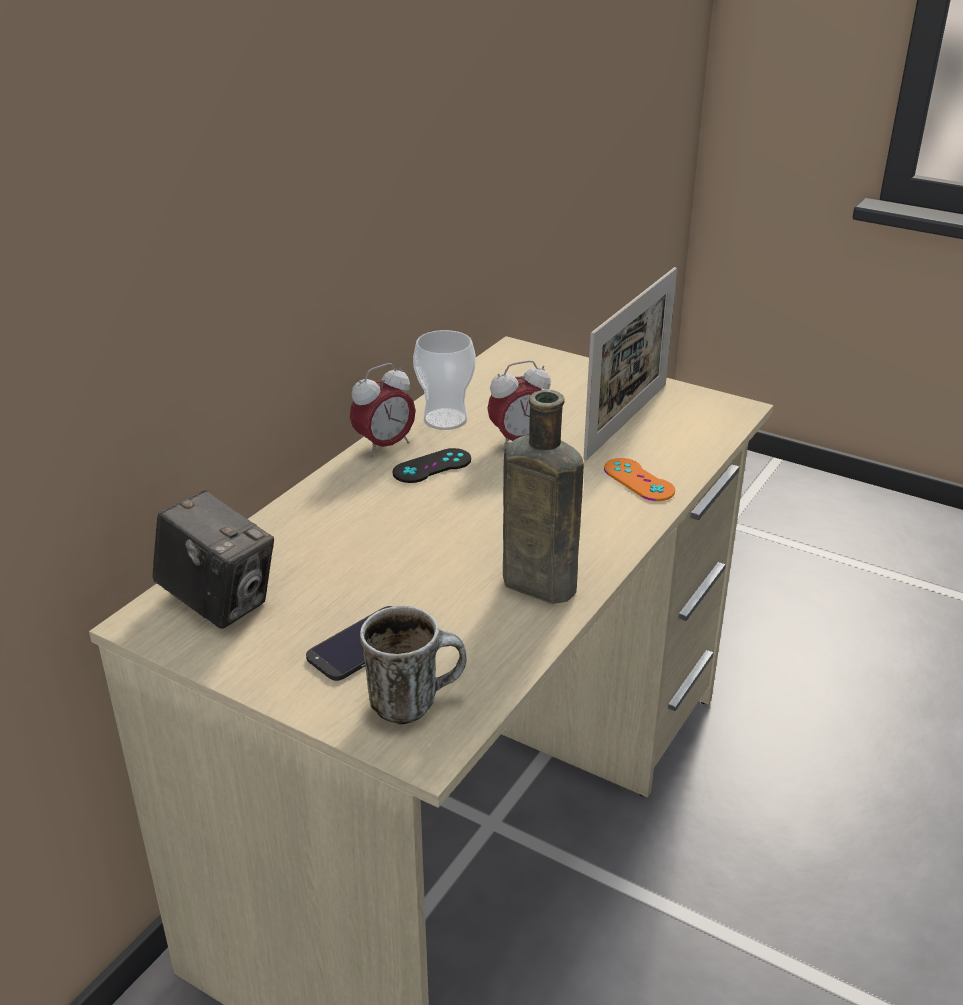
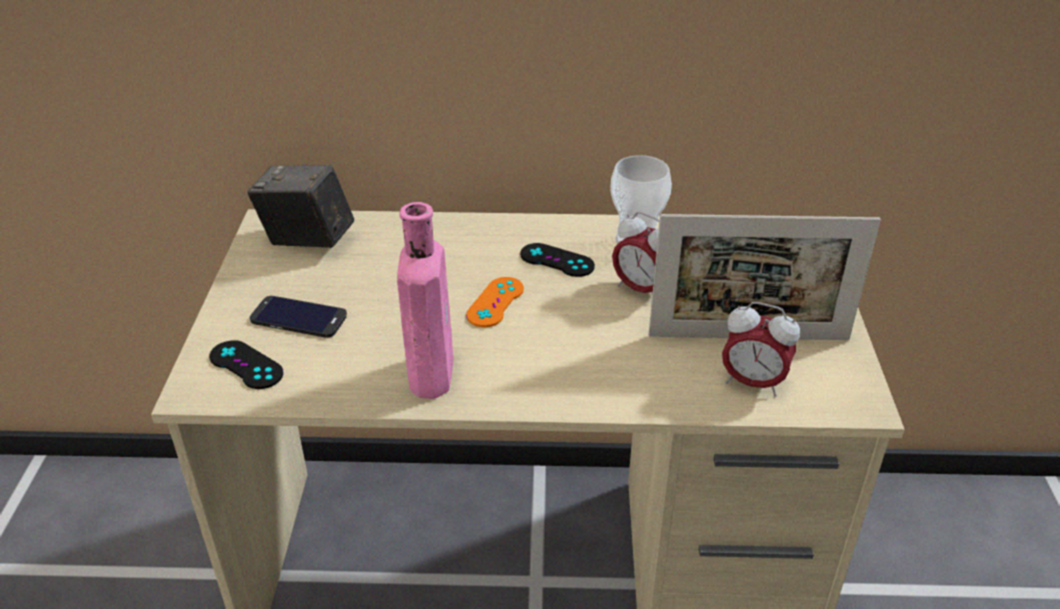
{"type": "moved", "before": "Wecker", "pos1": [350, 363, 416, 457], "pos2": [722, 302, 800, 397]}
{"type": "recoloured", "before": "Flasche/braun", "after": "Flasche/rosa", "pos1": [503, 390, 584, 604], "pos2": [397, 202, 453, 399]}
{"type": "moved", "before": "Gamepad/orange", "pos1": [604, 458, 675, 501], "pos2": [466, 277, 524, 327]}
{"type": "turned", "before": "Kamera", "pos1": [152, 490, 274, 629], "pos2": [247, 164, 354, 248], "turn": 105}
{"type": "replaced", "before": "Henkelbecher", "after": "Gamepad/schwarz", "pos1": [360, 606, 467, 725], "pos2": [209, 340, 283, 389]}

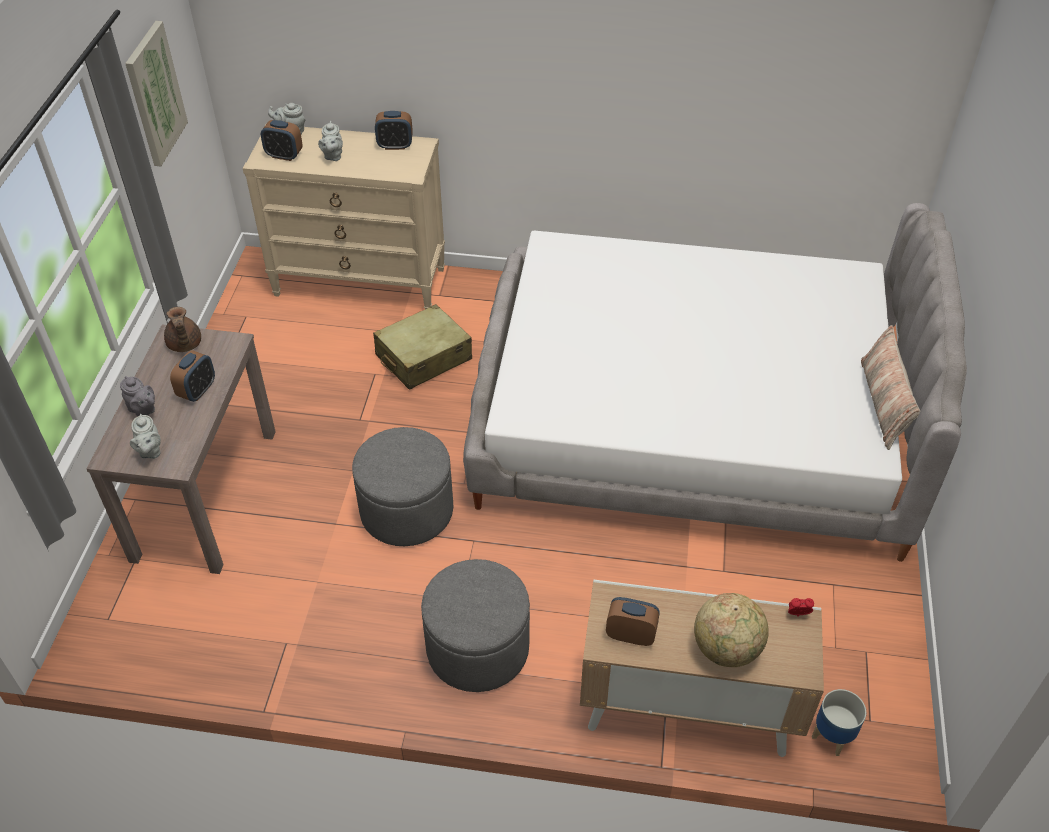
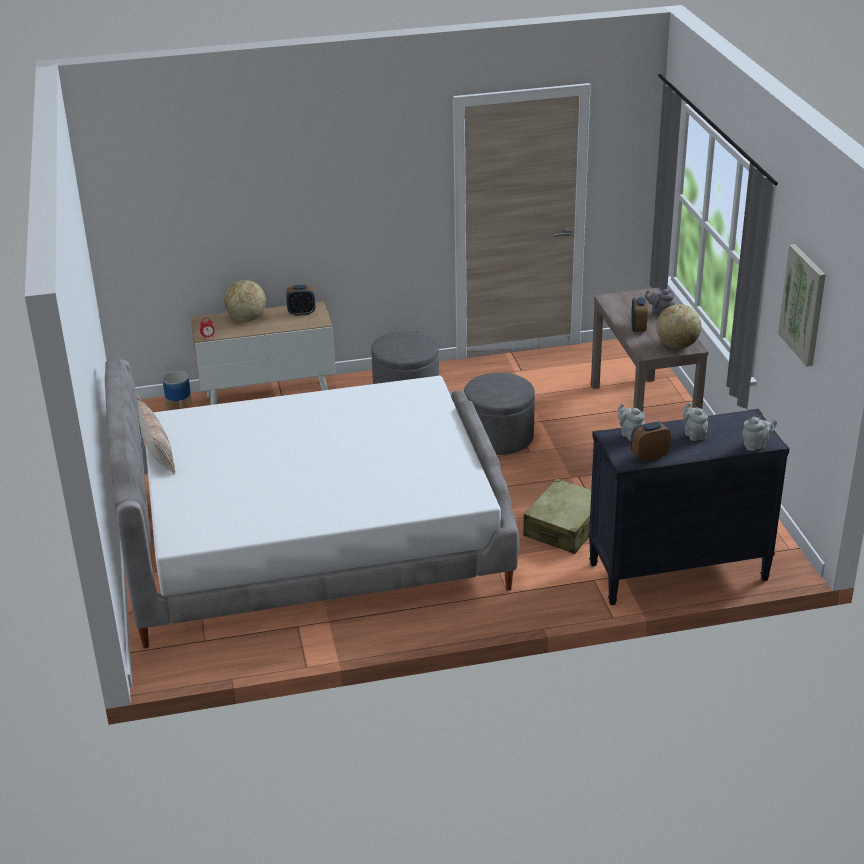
{"type": "removed", "before": "Wecker", "pos1": [261, 120, 303, 161]}
{"type": "recoloured", "before": "Kommode/beige", "after": "Kommode/schwarz", "pos1": [242, 124, 445, 309], "pos2": [588, 409, 790, 605]}
{"type": "replaced", "before": "Teekanne/braun", "after": "Globus", "pos1": [164, 307, 201, 352], "pos2": [656, 304, 701, 349]}
{"type": "moved", "before": "Teekanne/grau", "pos1": [130, 414, 161, 459], "pos2": [618, 403, 645, 441]}

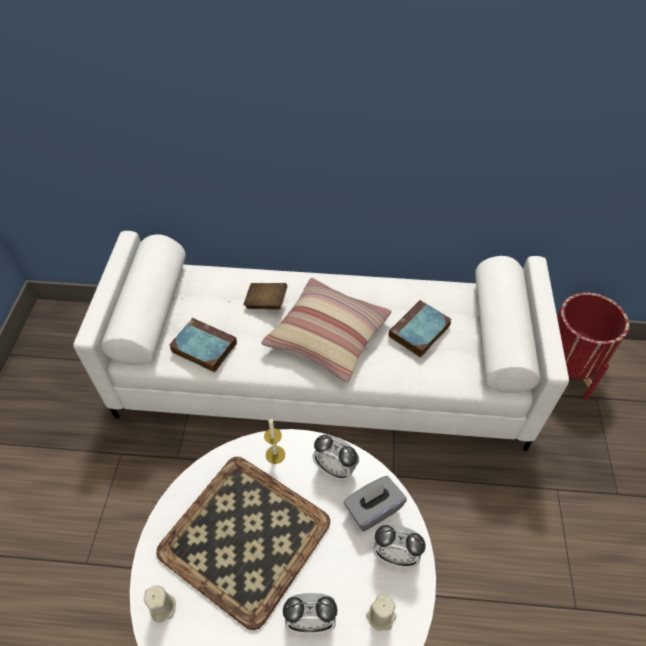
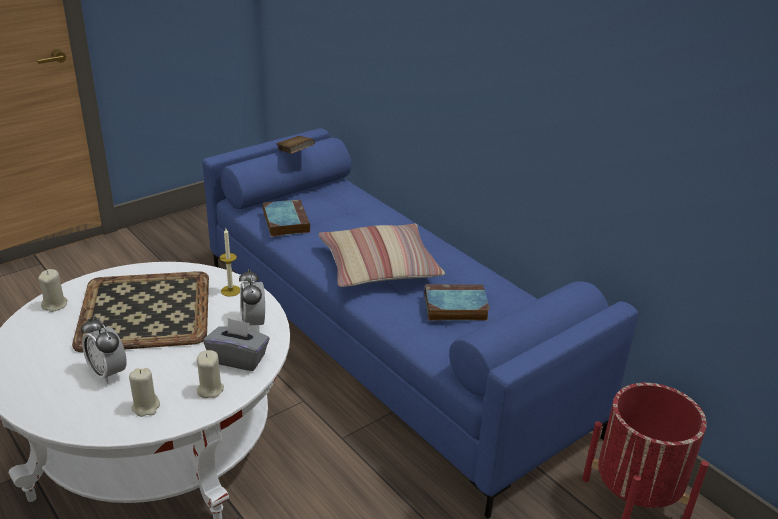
{"type": "recoloured", "before": "Sofa/weiß", "after": "Sofa/blau", "pos1": [73, 231, 569, 451], "pos2": [202, 128, 638, 518]}
{"type": "moved", "before": "Buch/braun", "pos1": [243, 283, 287, 310], "pos2": [276, 136, 315, 154]}
{"type": "replaced", "before": "Wecker", "after": "Kerze/beige", "pos1": [373, 525, 425, 568], "pos2": [197, 350, 224, 398]}

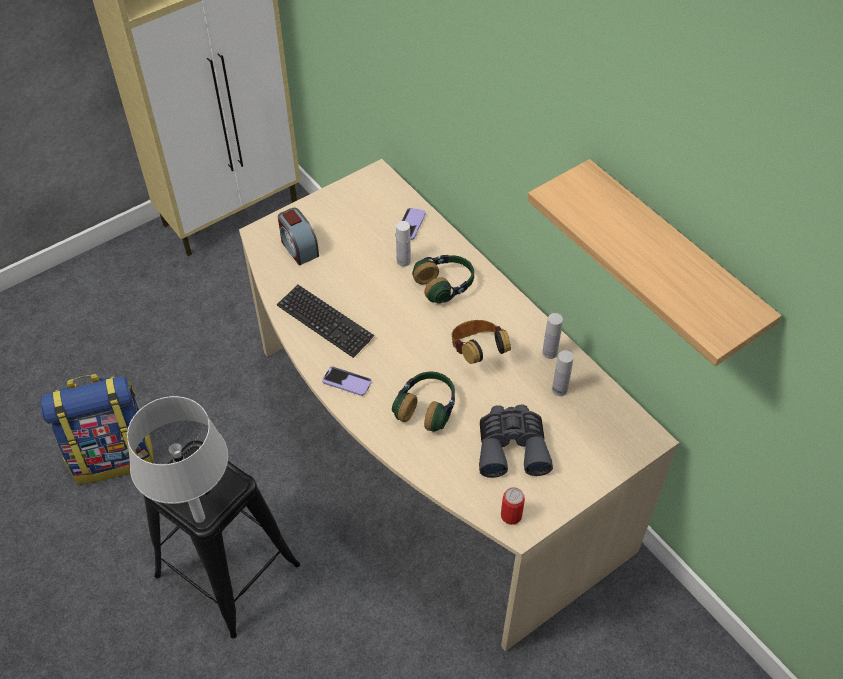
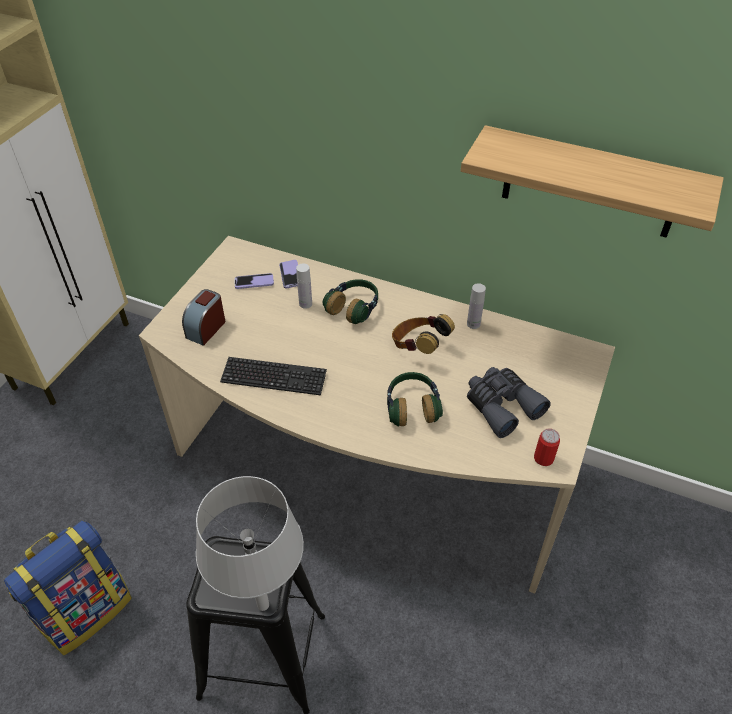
{"type": "turned", "before": "Wecker", "pos1": [278, 208, 319, 266], "pos2": [182, 289, 225, 346], "turn": 90}
{"type": "removed", "before": "Flasche/weiß", "pos1": [552, 350, 574, 396]}
{"type": "moved", "before": "Handy", "pos1": [322, 366, 372, 396], "pos2": [234, 273, 274, 289]}

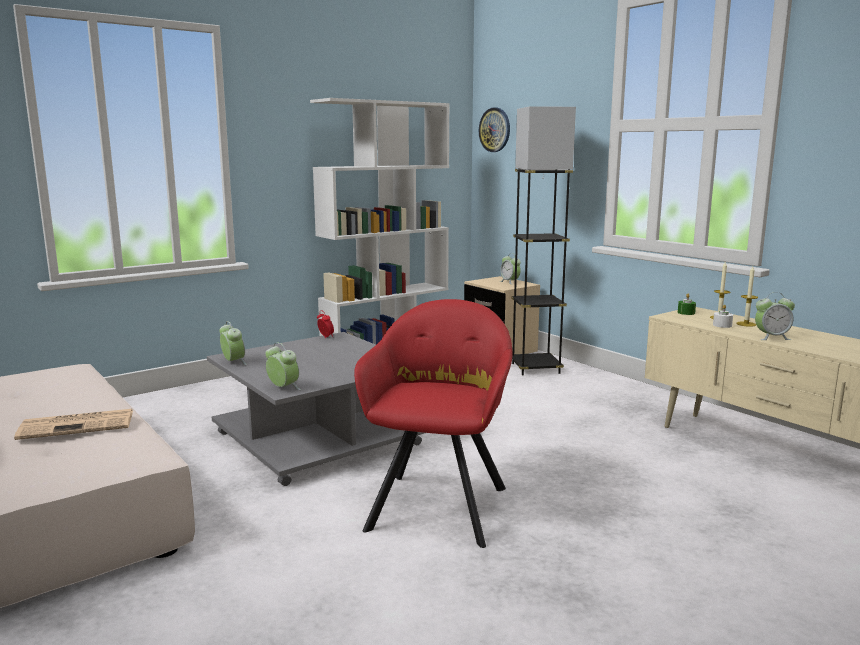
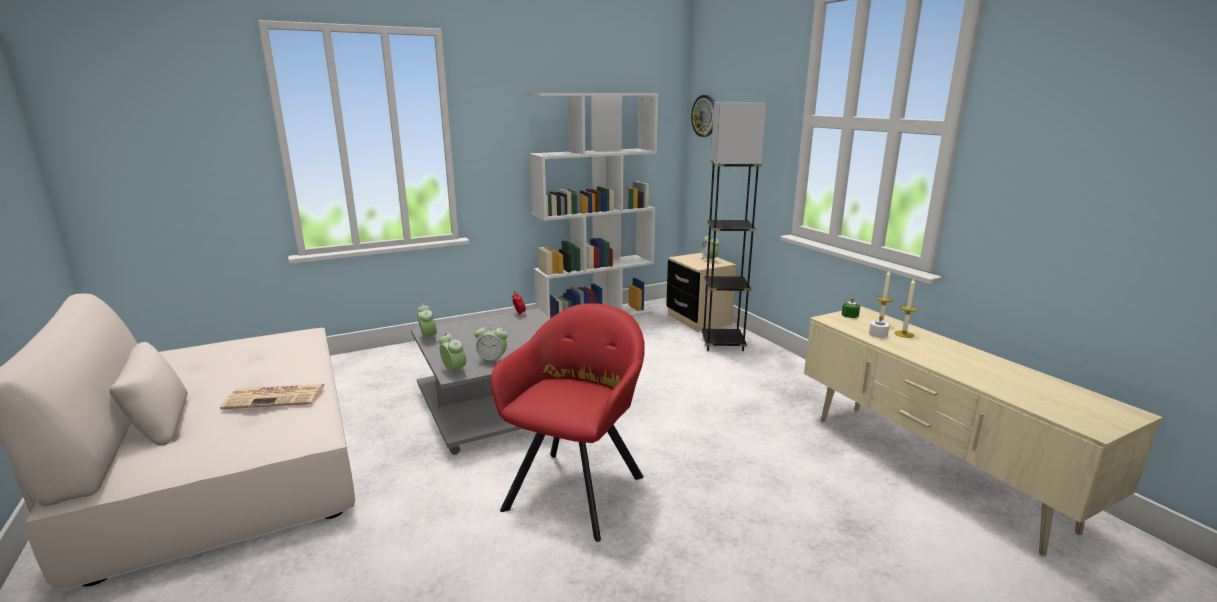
{"type": "moved", "before": "Wecker", "pos1": [755, 292, 795, 340], "pos2": [475, 323, 508, 364]}

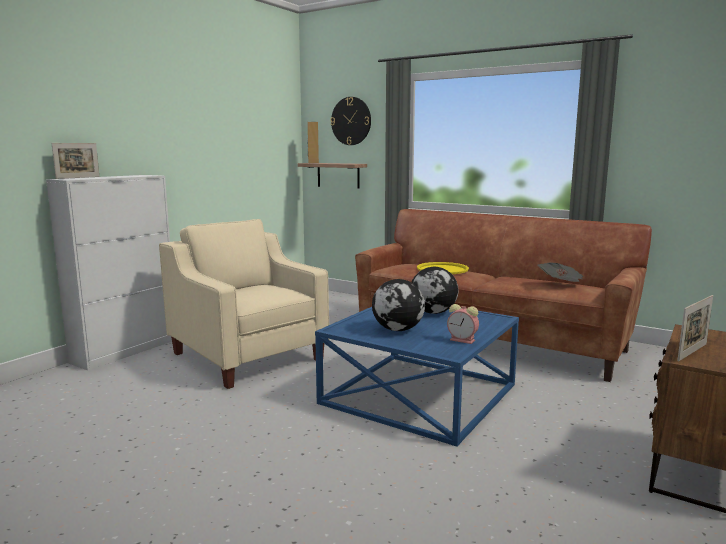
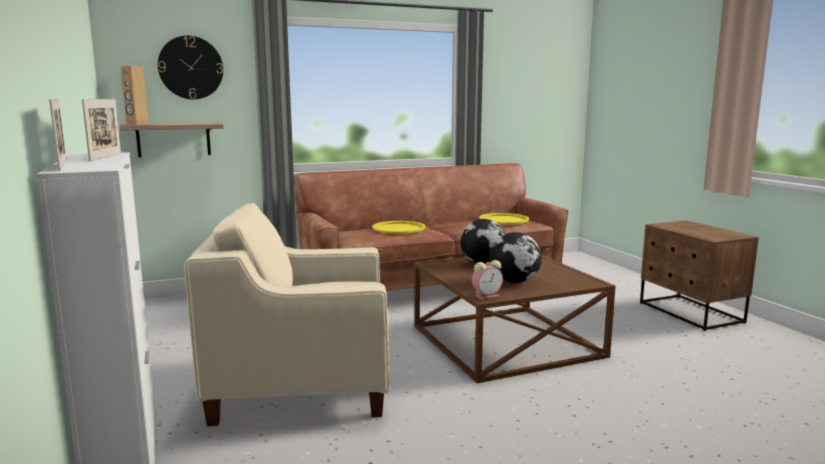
{"type": "replaced", "before": "Zeitung", "after": "Tablett/gelb", "pos1": [537, 263, 583, 282], "pos2": [479, 213, 529, 224]}
{"type": "moved", "before": "Bilderrahmen", "pos1": [677, 295, 713, 361], "pos2": [82, 99, 121, 161]}
{"type": "moved", "before": "Wecker", "pos1": [447, 304, 479, 344], "pos2": [472, 260, 503, 300]}
{"type": "recoloured", "before": "Couchtisch/blau", "after": "Couchtisch/braun", "pos1": [315, 307, 519, 446], "pos2": [414, 255, 616, 383]}

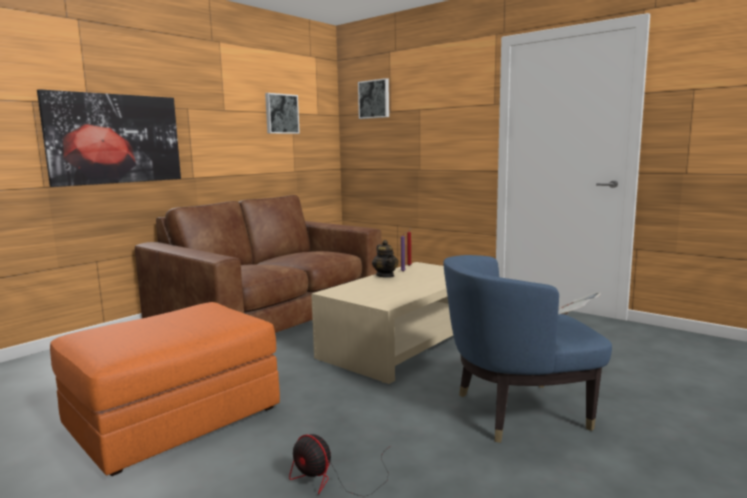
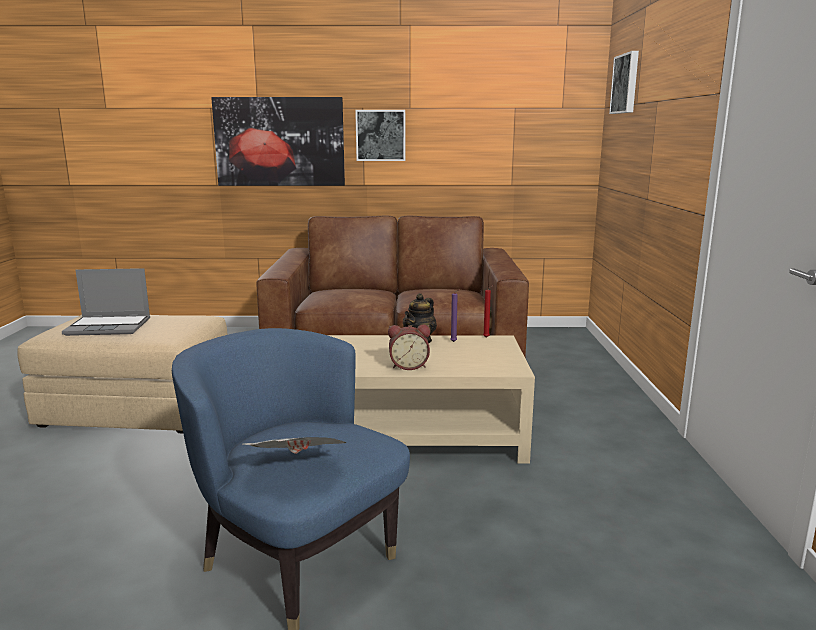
{"type": "moved", "before": "Bild", "pos1": [265, 93, 300, 134], "pos2": [355, 110, 405, 161]}
{"type": "recoloured", "before": "Polsterhocker/orange", "after": "Polsterhocker/beige", "pos1": [50, 302, 280, 476], "pos2": [17, 315, 227, 433]}
{"type": "removed", "before": "Ventilator", "pos1": [289, 434, 389, 497]}
{"type": "added", "after": "Laptop", "pos2": [62, 268, 150, 336]}
{"type": "added", "after": "Wecker", "pos2": [388, 325, 430, 370]}

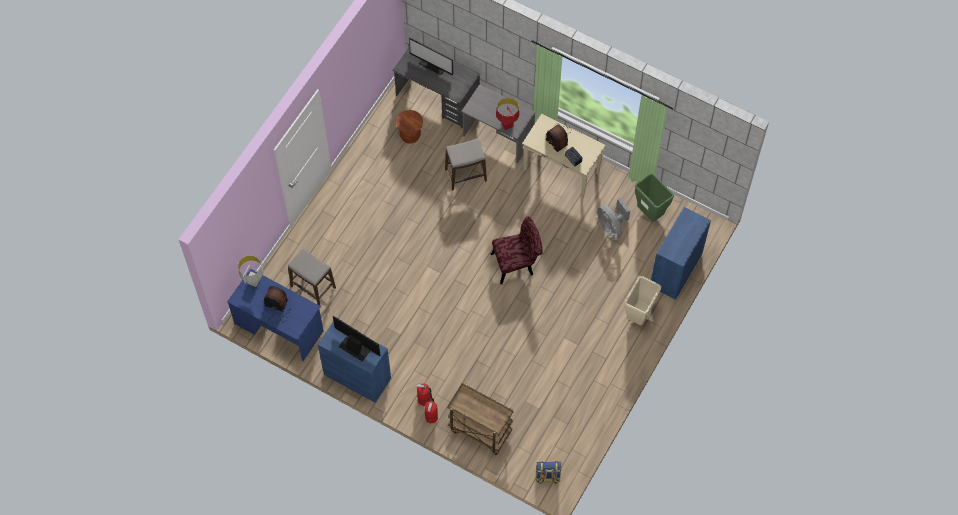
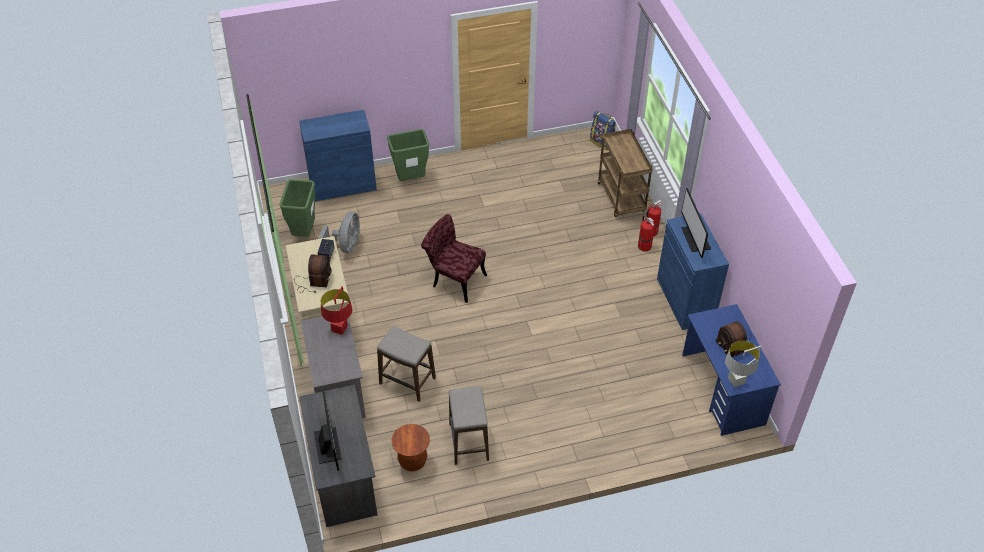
{"type": "moved", "before": "Hocker", "pos1": [288, 249, 336, 306], "pos2": [449, 386, 489, 465]}
{"type": "recoloured", "before": "Mülleimer/beige", "after": "Mülleimer/grün", "pos1": [625, 276, 661, 325], "pos2": [387, 129, 429, 181]}

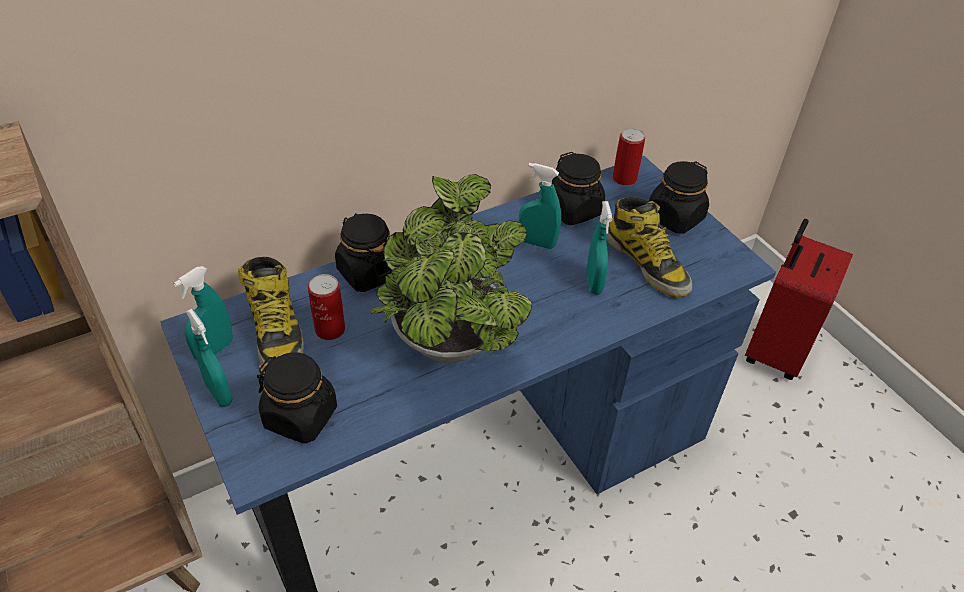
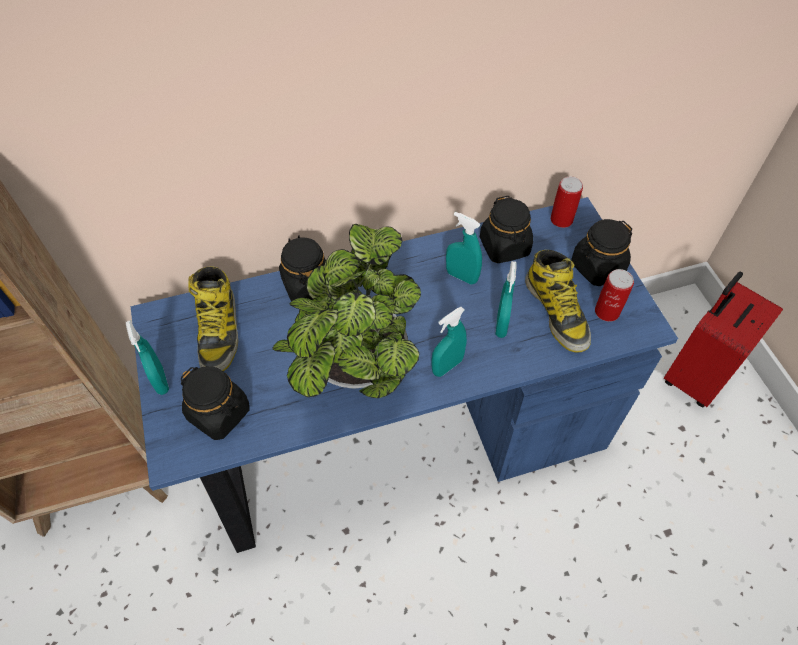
{"type": "moved", "before": "Sprühflasche/türkis", "pos1": [174, 266, 233, 360], "pos2": [431, 307, 467, 377]}
{"type": "moved", "before": "Dose", "pos1": [308, 274, 345, 340], "pos2": [595, 269, 634, 322]}

